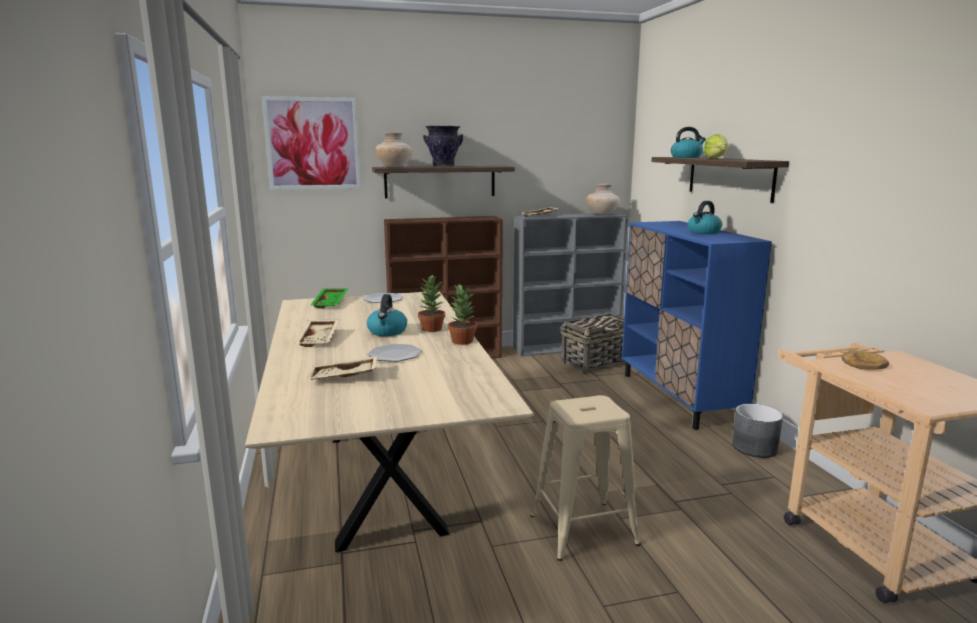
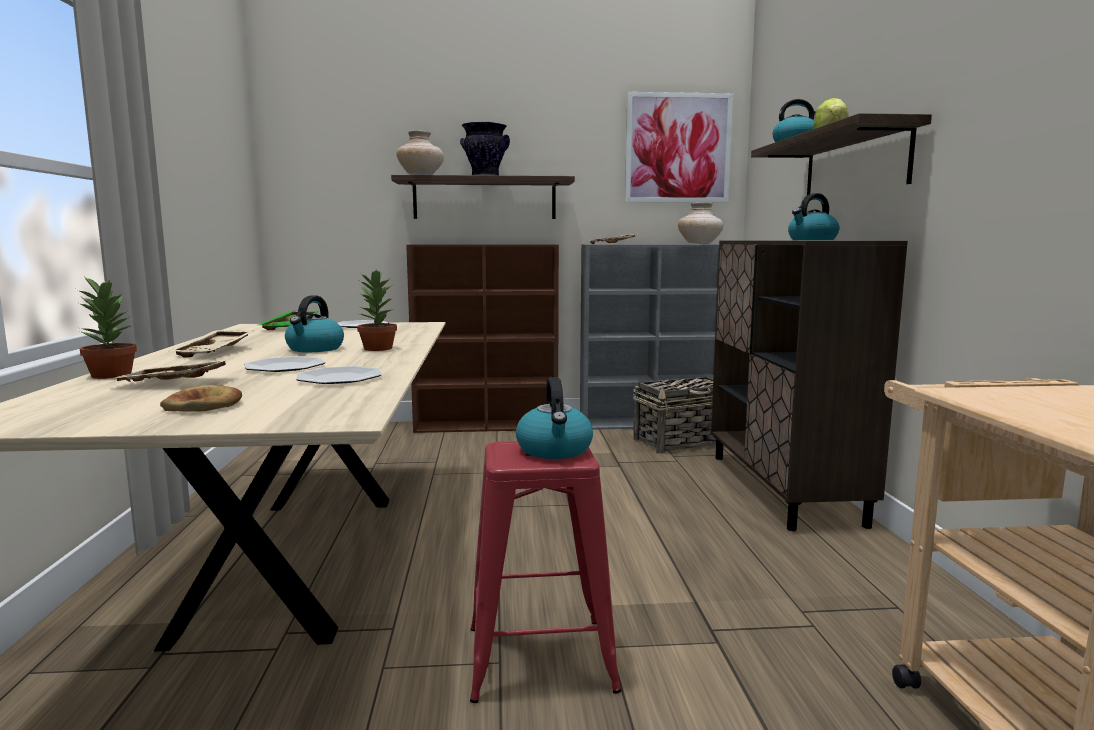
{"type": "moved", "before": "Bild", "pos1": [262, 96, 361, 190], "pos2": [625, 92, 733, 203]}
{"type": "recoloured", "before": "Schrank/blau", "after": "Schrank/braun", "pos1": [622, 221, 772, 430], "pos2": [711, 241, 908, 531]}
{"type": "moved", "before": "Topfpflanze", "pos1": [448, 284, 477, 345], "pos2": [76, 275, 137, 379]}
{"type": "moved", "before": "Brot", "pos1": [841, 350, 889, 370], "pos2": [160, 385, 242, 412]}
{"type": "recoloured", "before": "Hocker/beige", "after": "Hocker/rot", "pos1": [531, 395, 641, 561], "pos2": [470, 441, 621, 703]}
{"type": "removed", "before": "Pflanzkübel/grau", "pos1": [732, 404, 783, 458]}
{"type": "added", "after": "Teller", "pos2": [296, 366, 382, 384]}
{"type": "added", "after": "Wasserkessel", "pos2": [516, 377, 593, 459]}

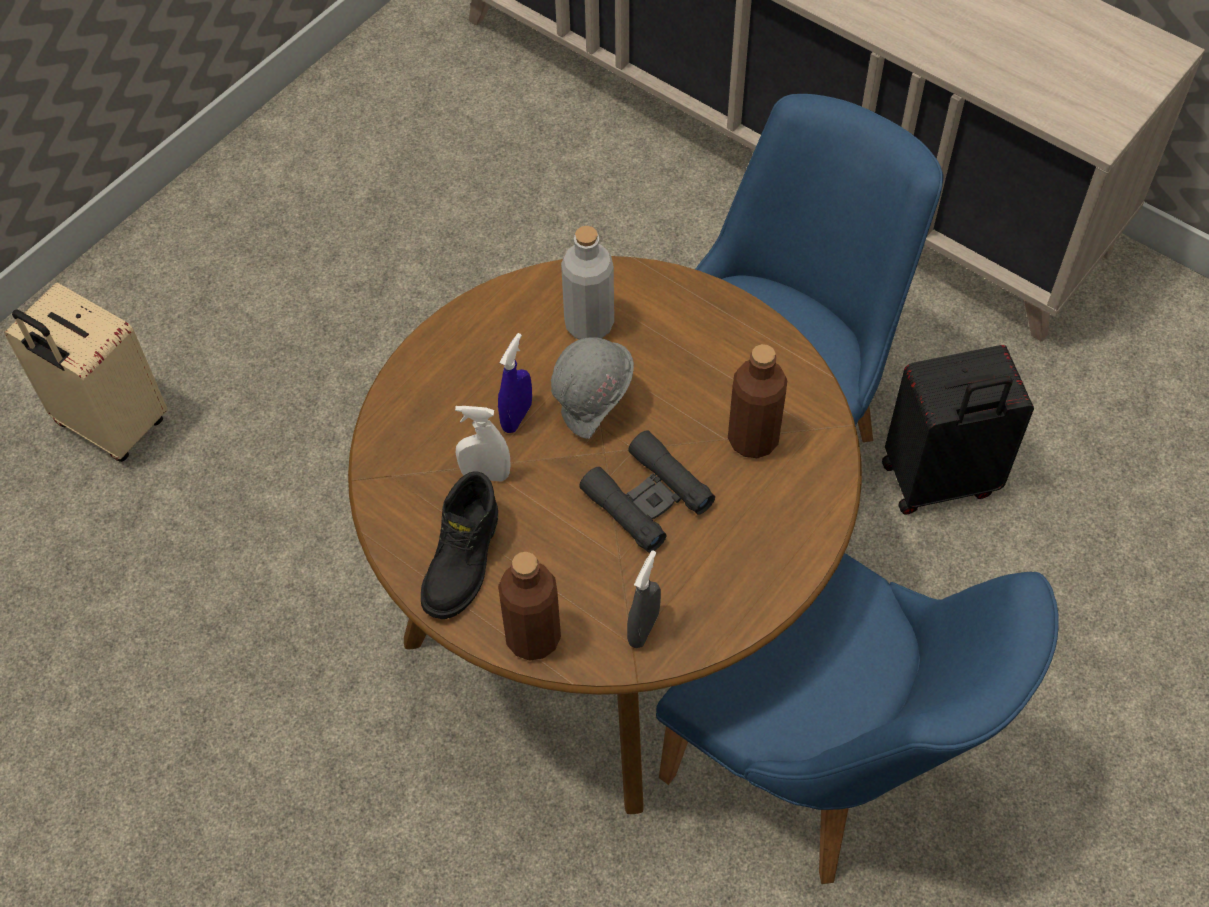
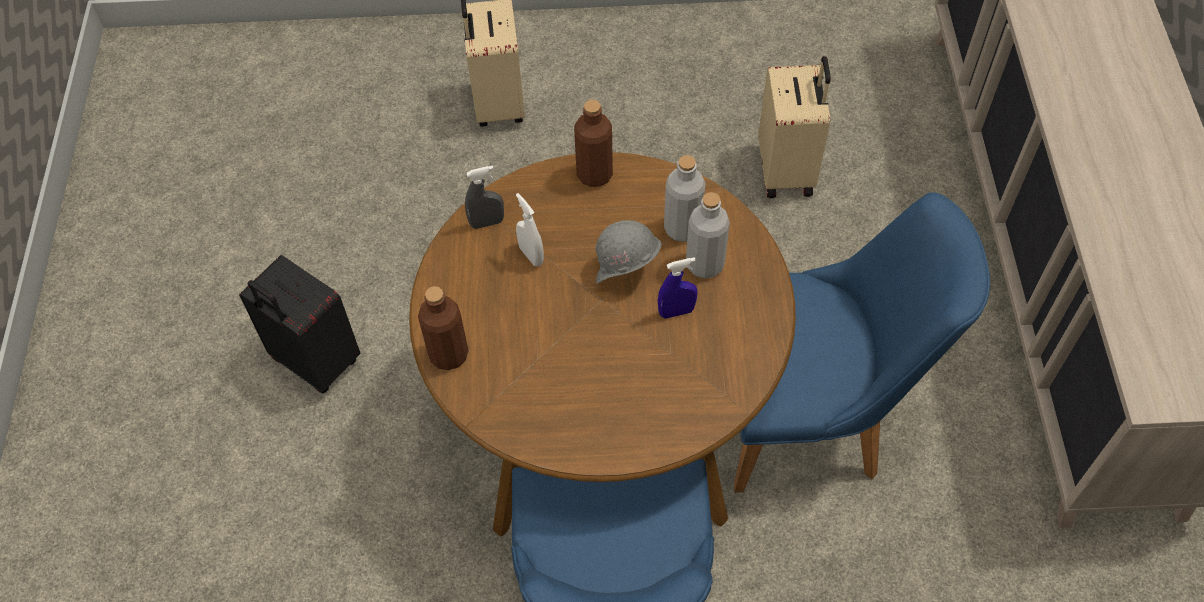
{"type": "moved", "before": "Sprühflasche/blau", "pos1": [498, 333, 532, 433], "pos2": [658, 257, 698, 319]}
{"type": "moved", "before": "Flasche/braun", "pos1": [728, 344, 787, 458], "pos2": [574, 100, 613, 187]}
{"type": "moved", "before": "Koffer/schwarz", "pos1": [882, 345, 1034, 515], "pos2": [239, 255, 361, 393]}
{"type": "removed", "before": "Fernglas/schwarz", "pos1": [579, 430, 715, 553]}
{"type": "removed", "before": "Stiefel/schwarz", "pos1": [421, 471, 498, 619]}
{"type": "moved", "before": "Sprühflasche/grau", "pos1": [627, 550, 661, 648], "pos2": [465, 166, 504, 229]}
{"type": "added", "after": "Koffer/beige", "pos2": [758, 56, 831, 198]}
{"type": "added", "after": "Flasche/grau", "pos2": [686, 192, 730, 279]}

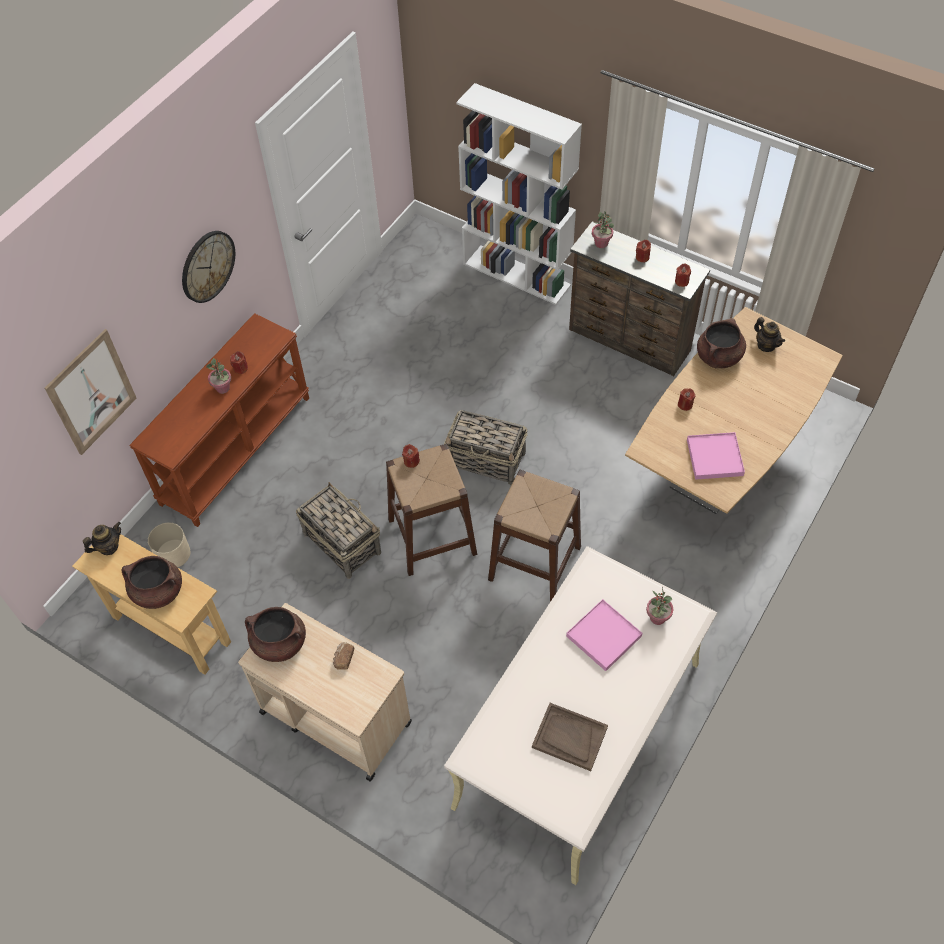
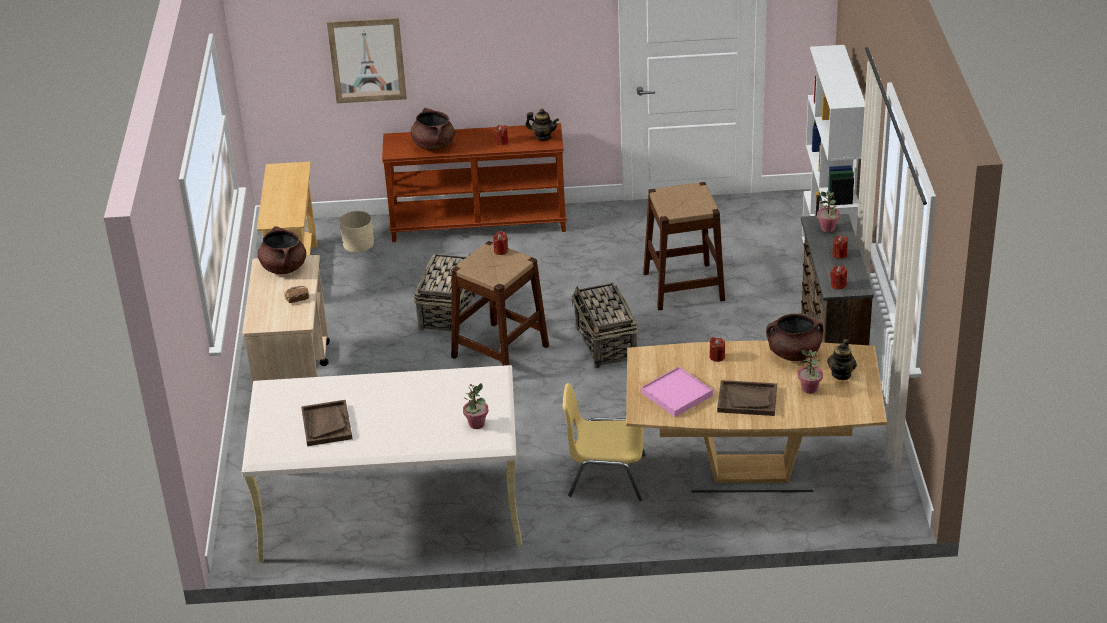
{"type": "removed", "before": "Wanduhr", "pos1": [182, 231, 235, 303]}
{"type": "moved", "before": "Topfpflanze", "pos1": [206, 358, 231, 394], "pos2": [798, 350, 823, 394]}
{"type": "moved", "before": "Hocker/braun", "pos1": [488, 470, 581, 602], "pos2": [643, 182, 725, 310]}
{"type": "moved", "before": "Teekanne", "pos1": [83, 522, 121, 555], "pos2": [525, 109, 559, 141]}
{"type": "moved", "before": "Kochtopf/braun", "pos1": [122, 556, 182, 609], "pos2": [411, 108, 455, 151]}
{"type": "removed", "before": "Tablett/rosa", "pos1": [566, 599, 642, 671]}
{"type": "added", "after": "Tablett/braun", "pos2": [717, 380, 777, 416]}
{"type": "added", "after": "Stuhl/gelb", "pos2": [563, 383, 646, 501]}

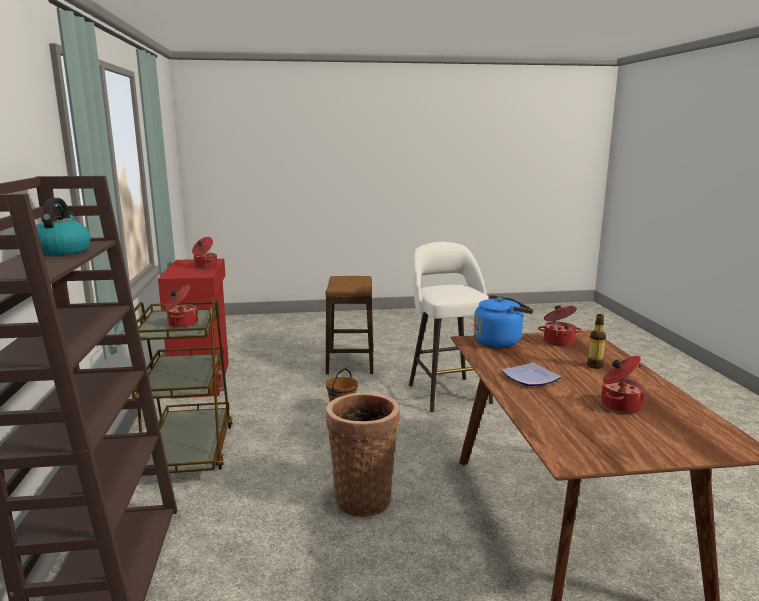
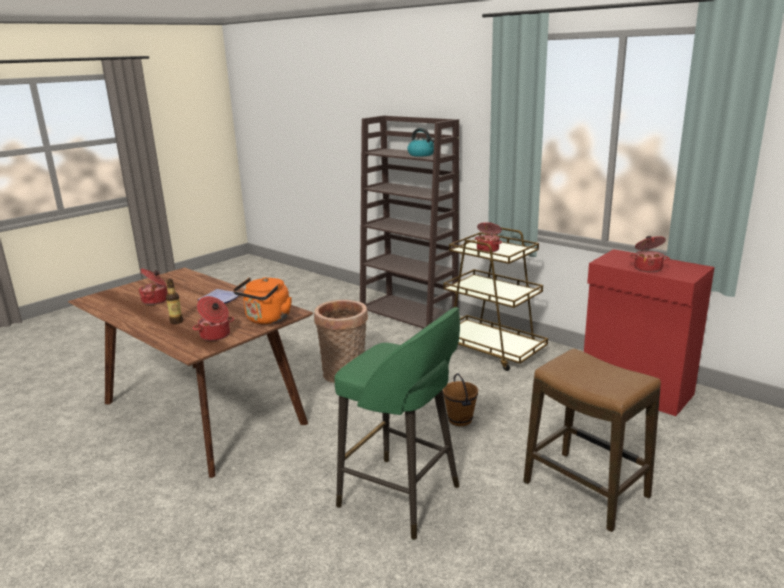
{"type": "recoloured", "before": "Hocker/weiß", "after": "Hocker/grün", "pos1": [409, 242, 493, 413], "pos2": [334, 307, 460, 540]}
{"type": "recoloured", "before": "Wasserkessel/blau", "after": "Wasserkessel/orange", "pos1": [474, 295, 533, 347], "pos2": [233, 277, 292, 324]}

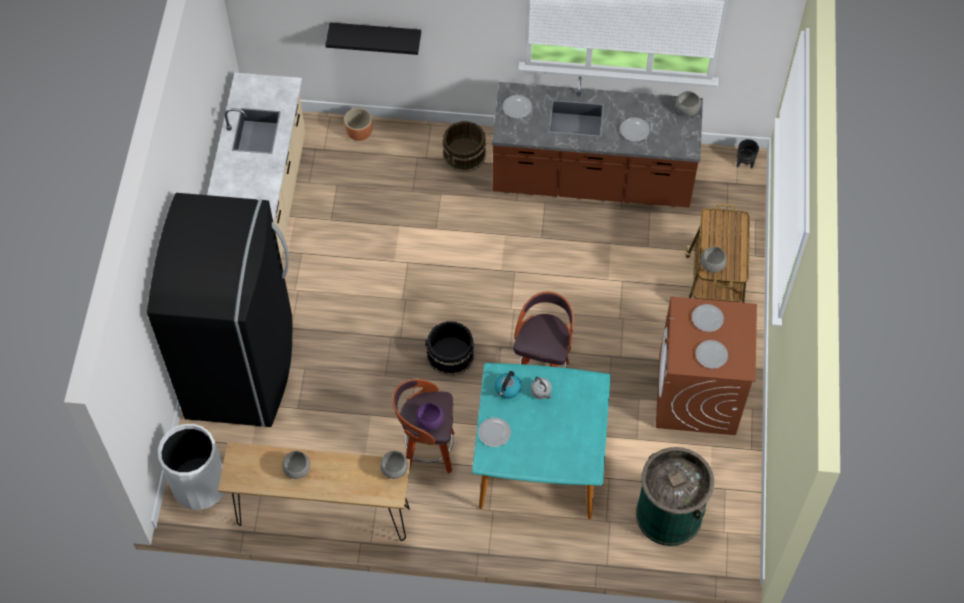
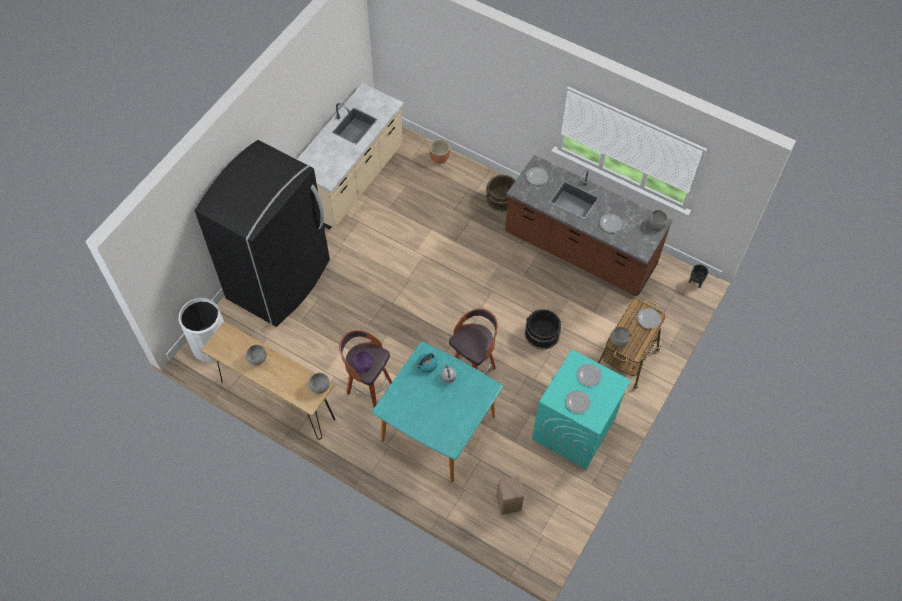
{"type": "removed", "before": "Wandregal/schwarz", "pos1": [325, 22, 421, 55]}
{"type": "recoloured", "before": "Waschmaschine/braun", "after": "Waschmaschine/türkis", "pos1": [656, 297, 757, 435], "pos2": [532, 349, 631, 469]}
{"type": "moved", "before": "Eimer/schwarz", "pos1": [425, 321, 474, 375], "pos2": [525, 309, 561, 349]}
{"type": "moved", "before": "Teller", "pos1": [478, 417, 511, 447], "pos2": [637, 308, 661, 329]}
{"type": "replaced", "before": "Mülleimer/grün", "after": "Hocker/beige", "pos1": [636, 447, 714, 546], "pos2": [496, 477, 524, 515]}

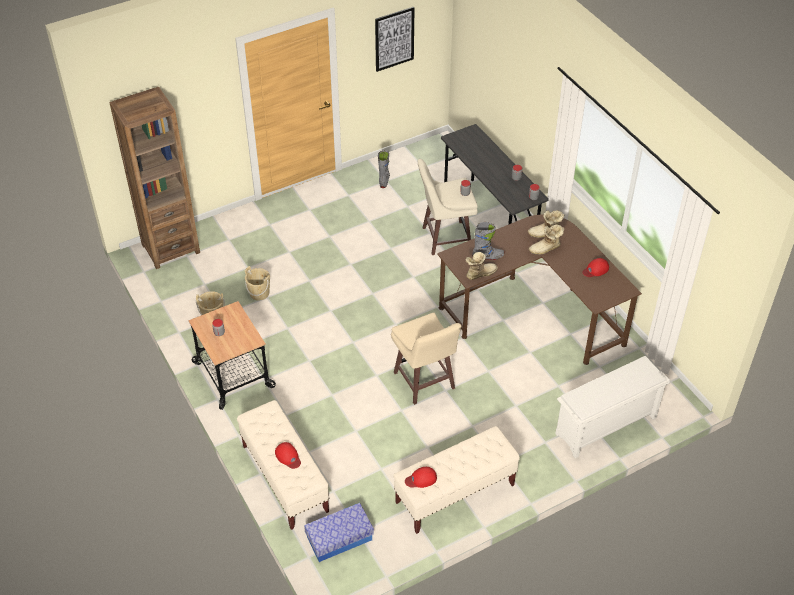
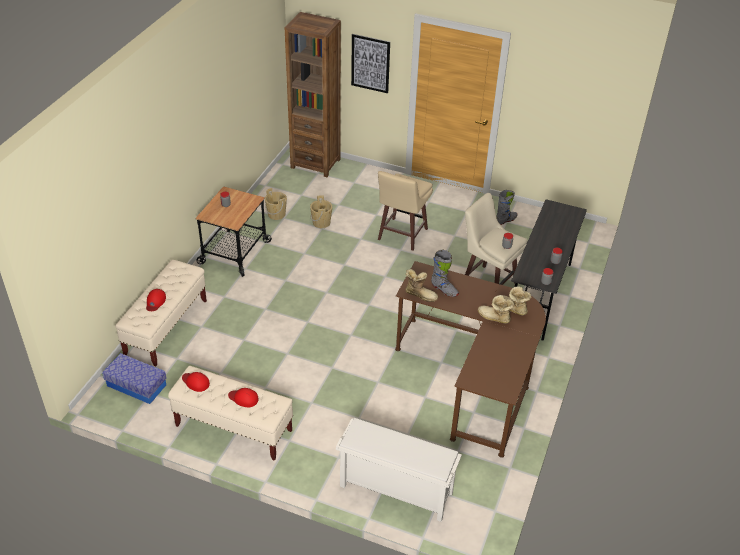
{"type": "moved", "before": "Bild", "pos1": [375, 7, 414, 72], "pos2": [351, 34, 390, 93]}
{"type": "moved", "before": "Kappe/rot", "pos1": [582, 258, 609, 277], "pos2": [228, 388, 259, 407]}
{"type": "moved", "before": "Hocker/beige", "pos1": [391, 313, 461, 405], "pos2": [378, 171, 433, 251]}

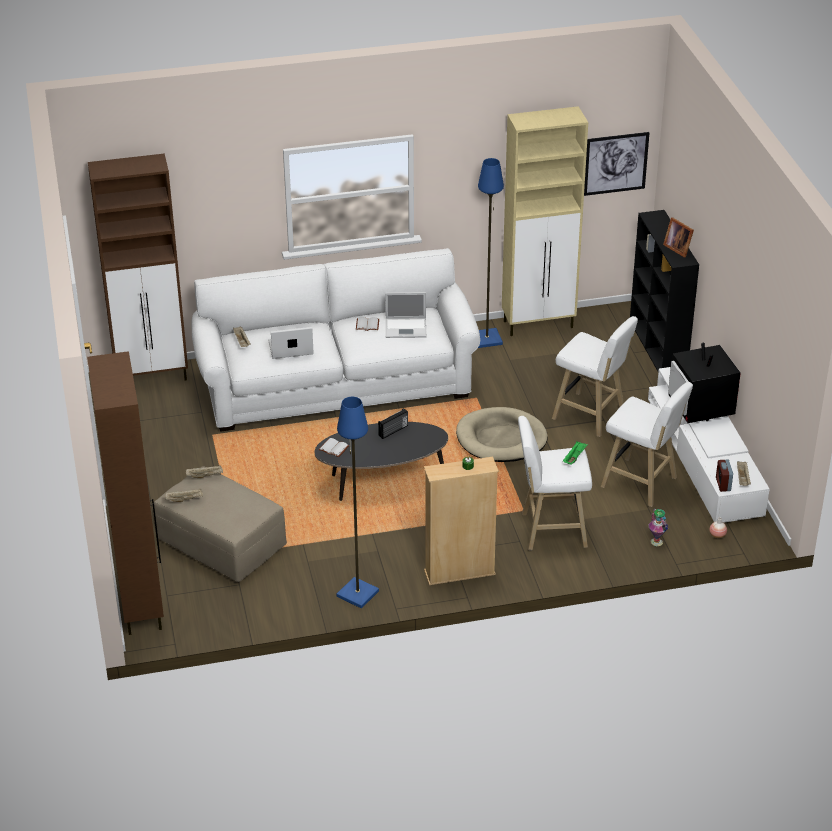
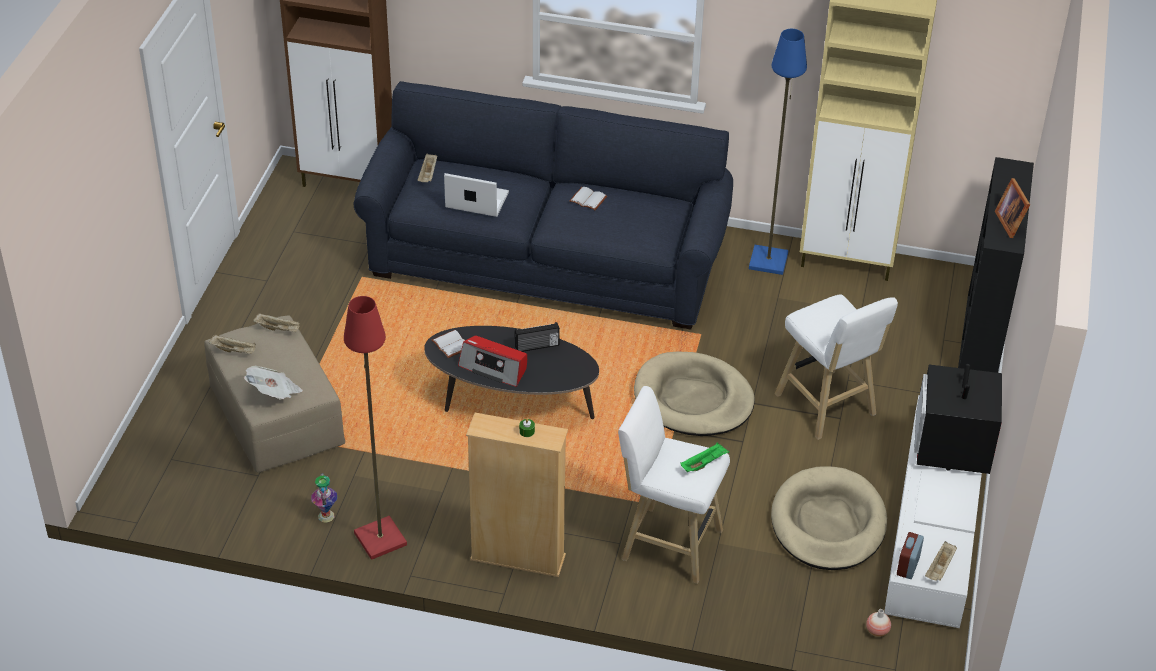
{"type": "removed", "before": "Bild", "pos1": [584, 132, 649, 196]}
{"type": "recoloured", "before": "Sofa/weiß", "after": "Sofa/blau", "pos1": [192, 248, 480, 431], "pos2": [354, 81, 733, 329]}
{"type": "removed", "before": "Laptop", "pos1": [385, 292, 426, 338]}
{"type": "removed", "before": "Schrank/braun", "pos1": [87, 351, 164, 635]}
{"type": "replaced", "before": "Hocker/weiß", "after": "Hundebett/beige", "pos1": [601, 382, 693, 507], "pos2": [771, 466, 887, 570]}
{"type": "recoloured", "before": "Stehlampe/blau", "after": "Stehlampe/rot", "pos1": [337, 397, 379, 608], "pos2": [344, 296, 407, 560]}
{"type": "moved", "before": "Vase", "pos1": [649, 509, 668, 546], "pos2": [311, 473, 337, 523]}
{"type": "added", "after": "Radio", "pos2": [458, 335, 527, 387]}
{"type": "added", "after": "Zeitung", "pos2": [244, 366, 303, 400]}

